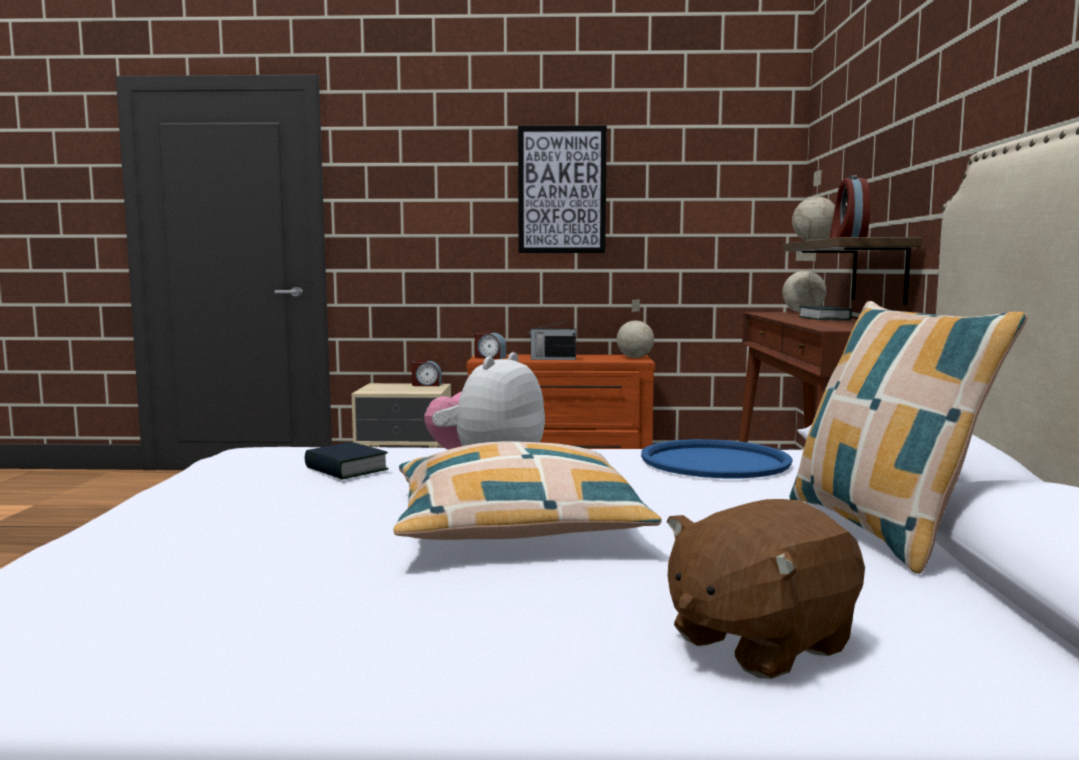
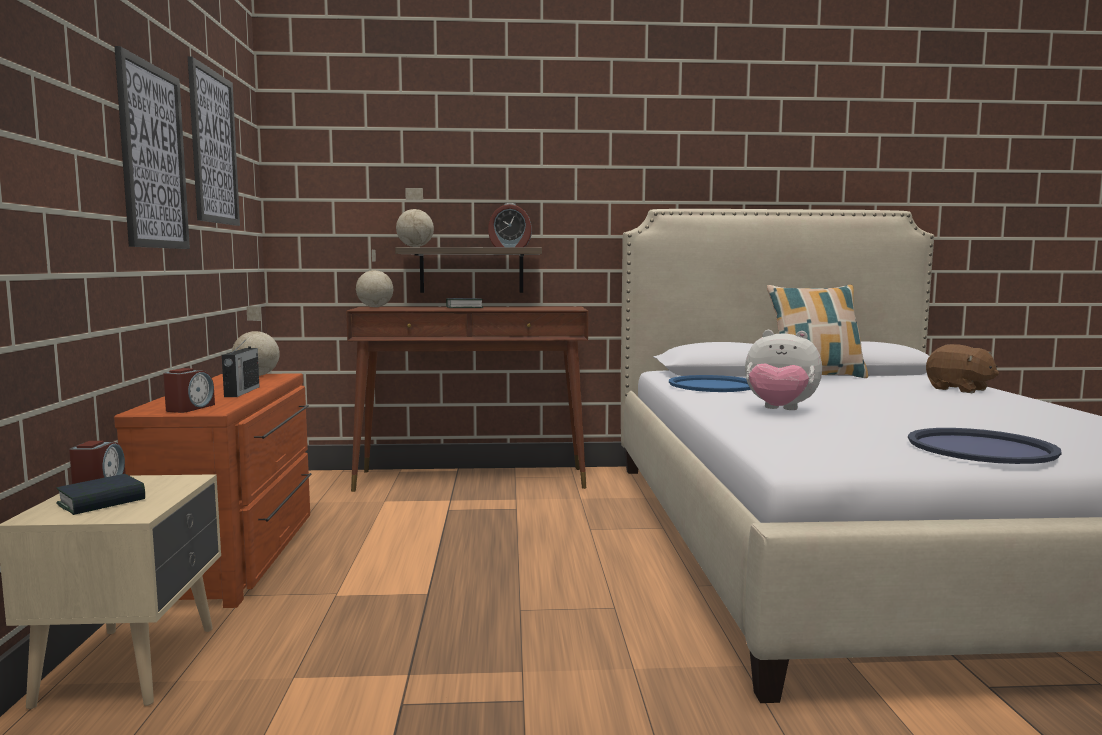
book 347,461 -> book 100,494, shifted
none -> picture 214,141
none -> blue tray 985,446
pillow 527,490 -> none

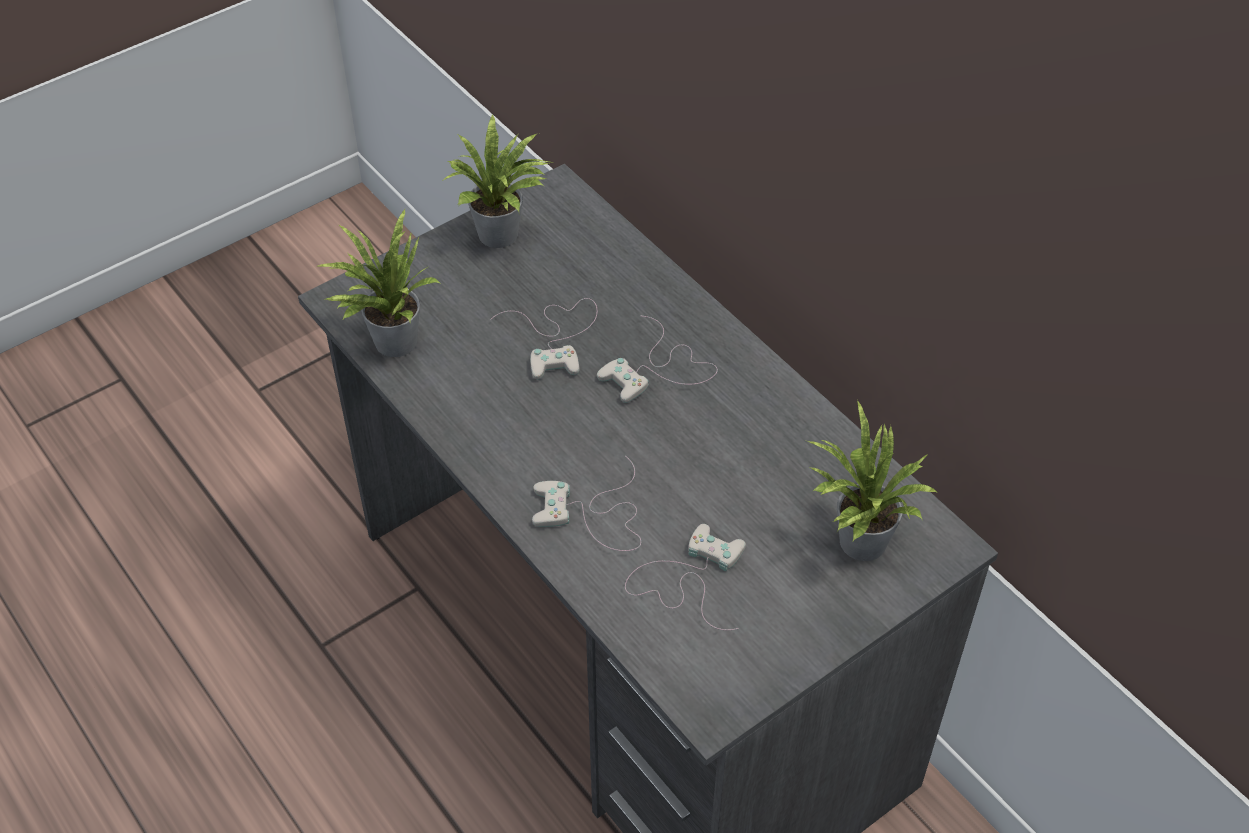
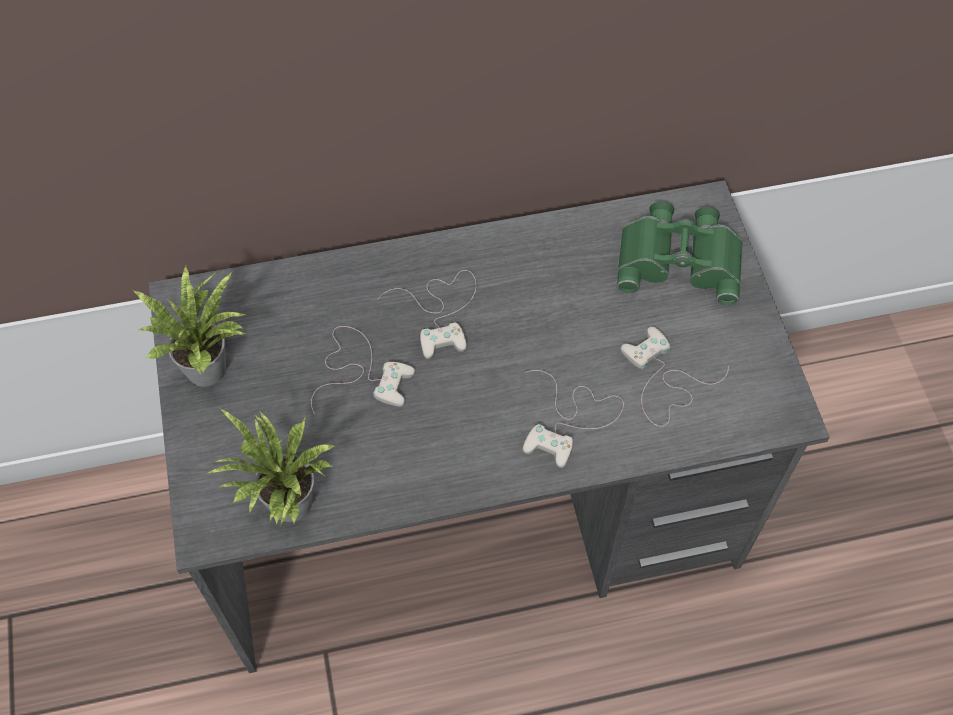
potted plant 873,480 -> green binoculars 680,254

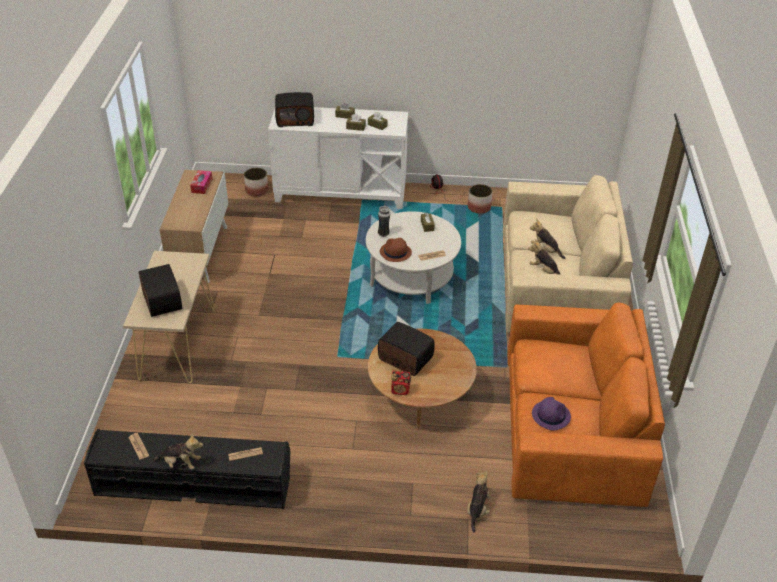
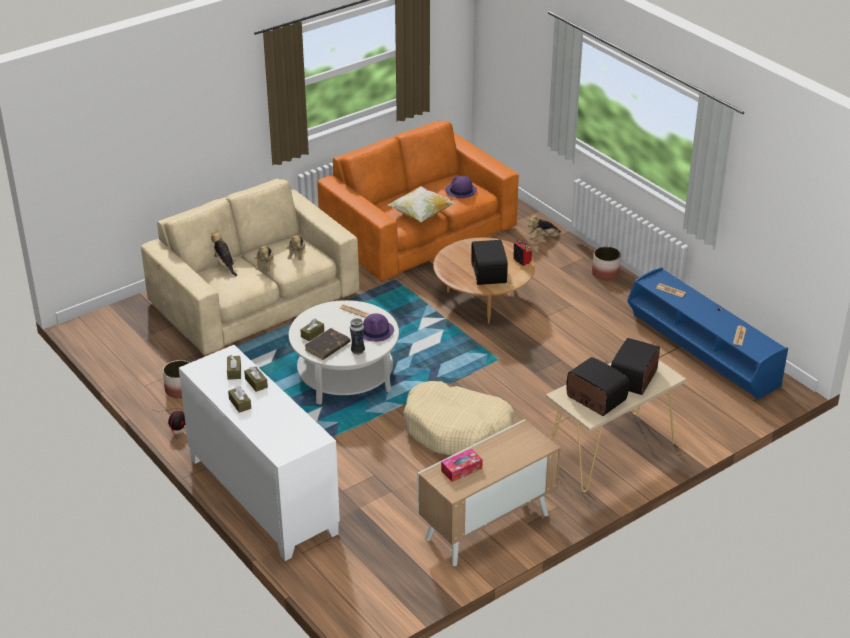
plush toy 178,451 -> plush toy 224,252, shifted
none -> brown book 327,344
brown hat 396,250 -> purple hat 378,327
none -> pillow 422,204
none -> beige dog bed 459,418
radio 294,109 -> radio 597,386, shifted
planter 256,182 -> planter 606,263, shifted
black tv stand 187,469 -> blue tv stand 708,334

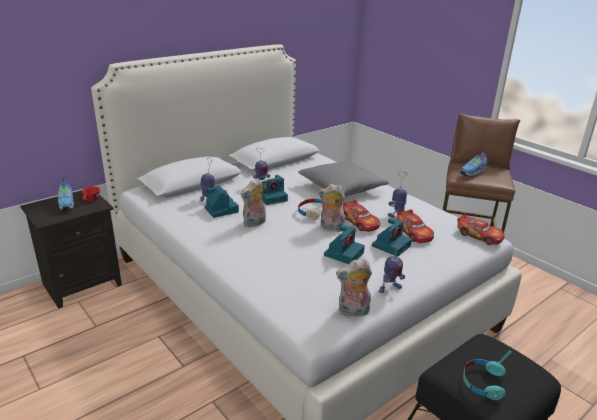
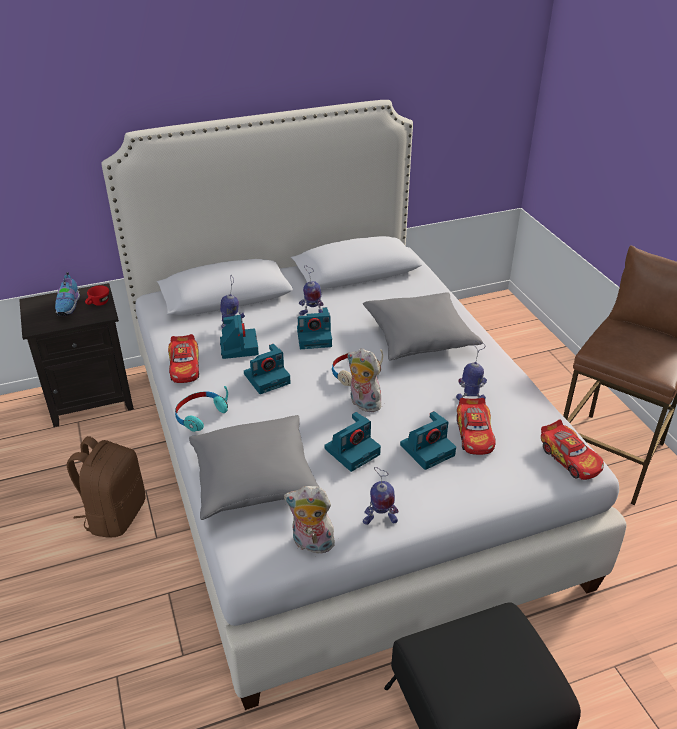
none -> brown backpack 106,487
toy car 361,216 -> toy car 183,358, shifted
turquoise headphones 487,375 -> turquoise headphones 201,409, shifted
none -> grey pillow 254,467
plush toy 253,202 -> photo camera 267,369
shoe 474,164 -> none

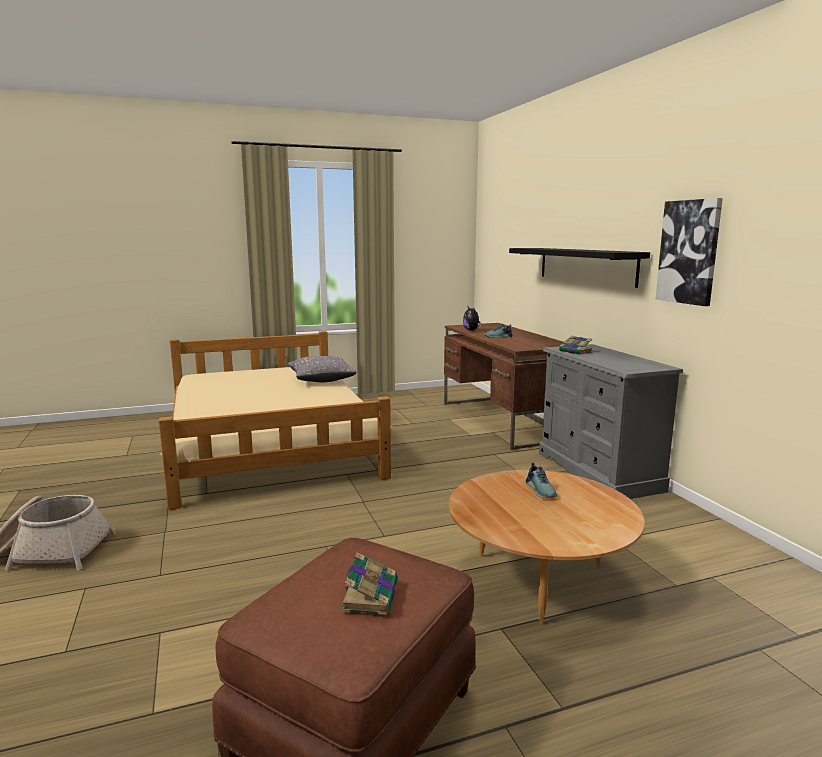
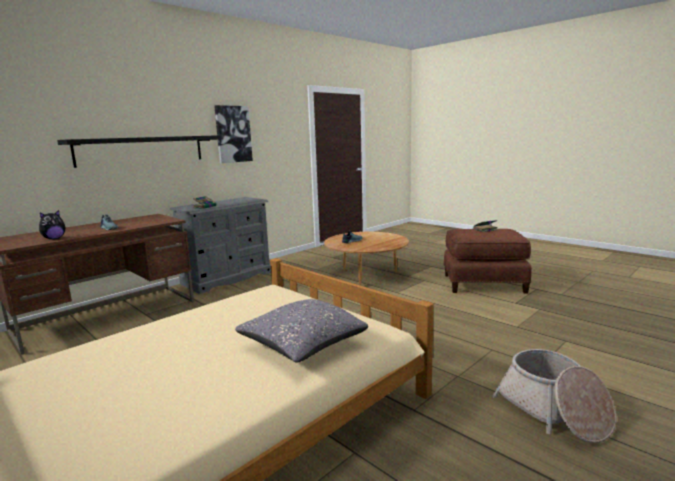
grey pillow 322,369 -> grey pillow 301,330, shifted

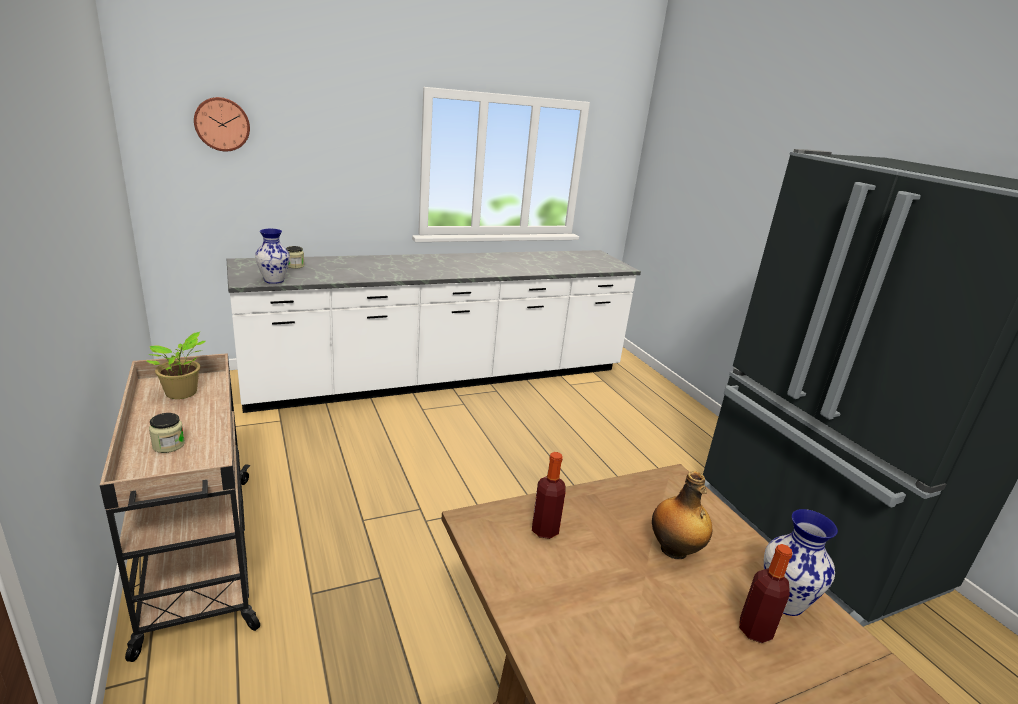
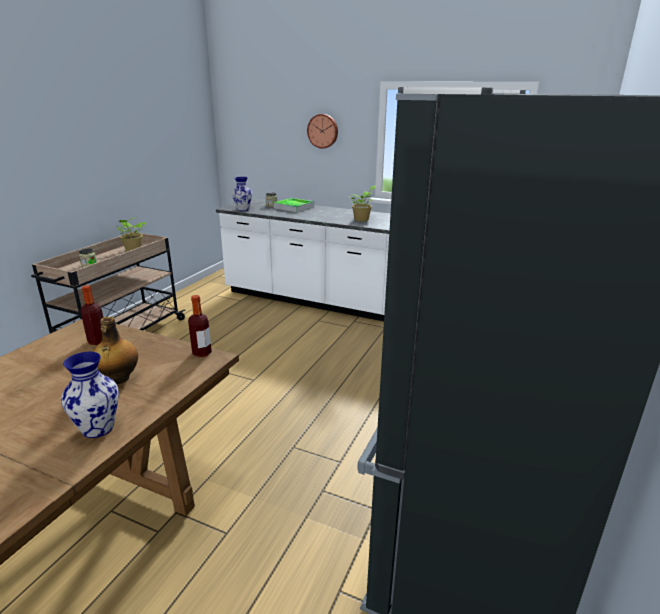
bottle 765,593 -> bottle 200,326, shifted
none -> tray 293,205
wall clock 222,124 -> wall clock 322,131, shifted
none -> potted plant 363,203

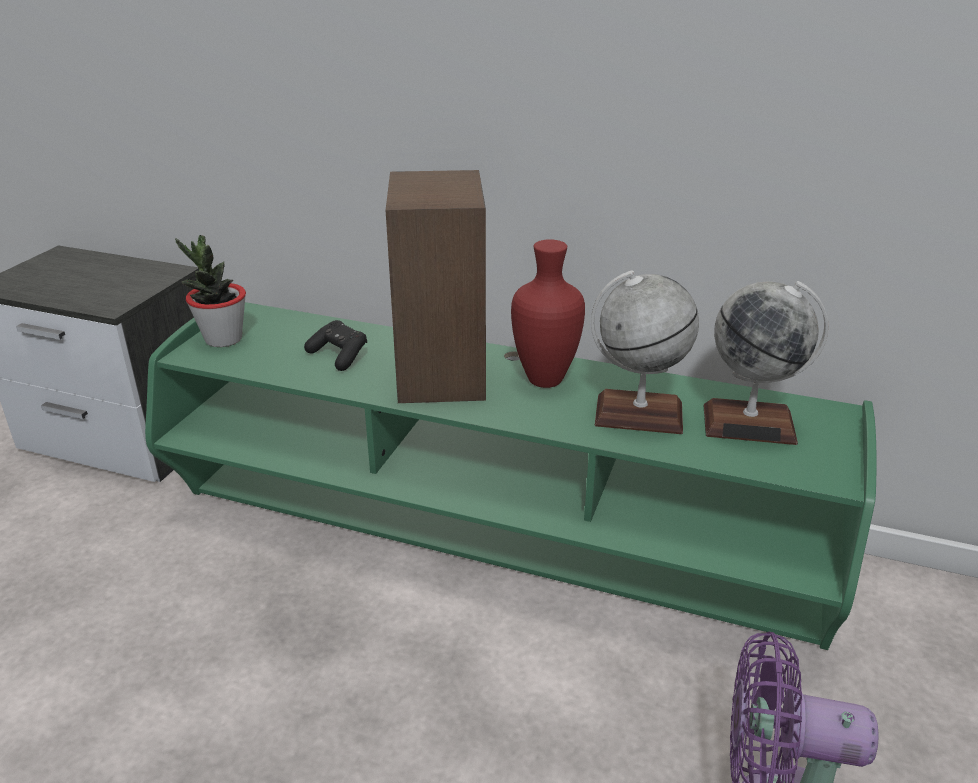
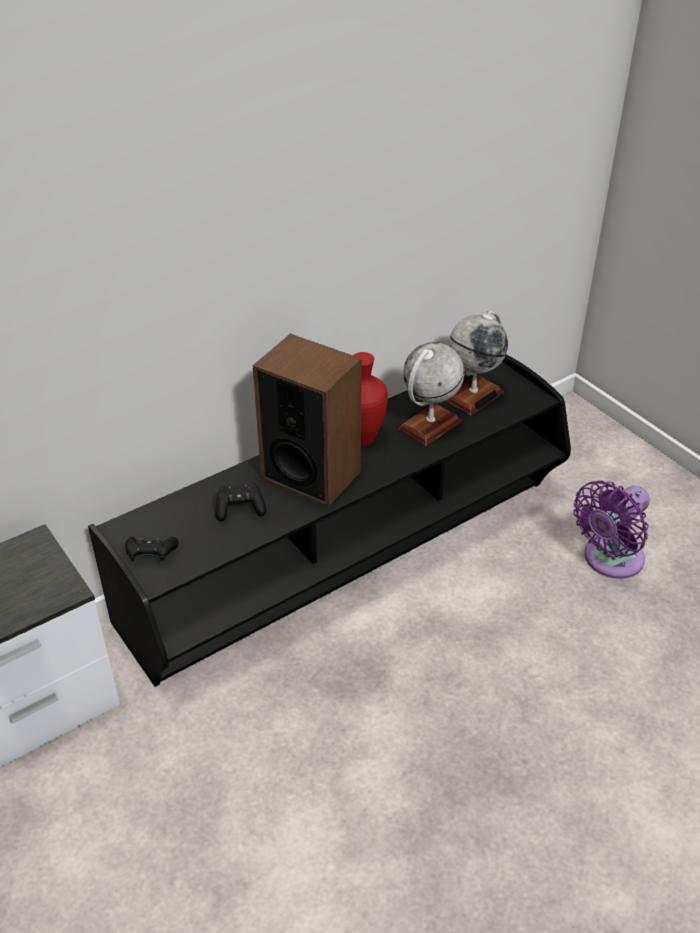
green tv stand 511,476 -> black tv stand 329,521
potted plant 210,291 -> black game controller 152,549

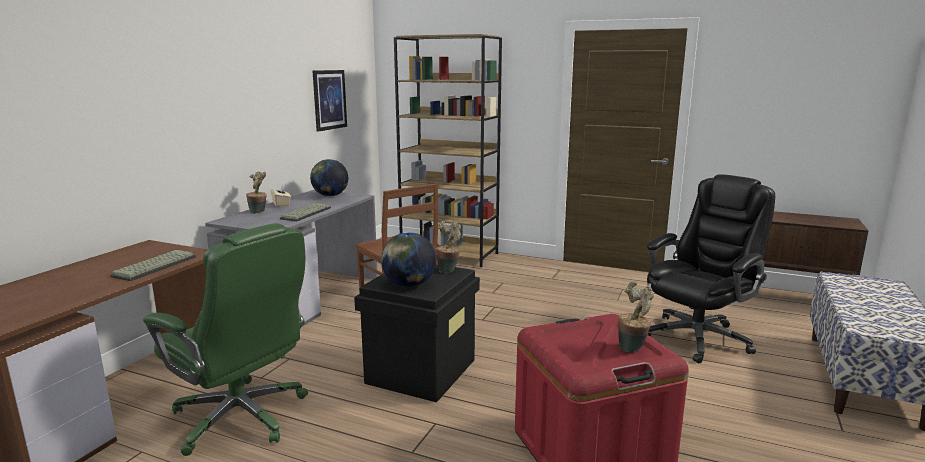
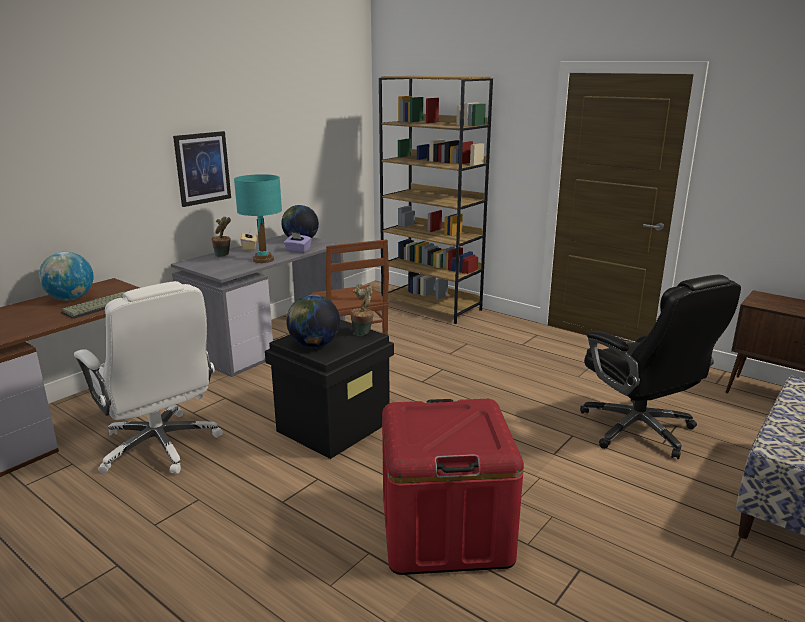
none -> globe 66,276
green office chair 225,339 -> white office chair 148,377
picture 330,101 -> picture 202,169, shifted
keyboard 305,212 -> turquoise table lamp 258,218
none -> purple tissue box 298,242
black office chair 711,269 -> black office chair 660,367, 90 degrees clockwise
potted plant 636,317 -> none

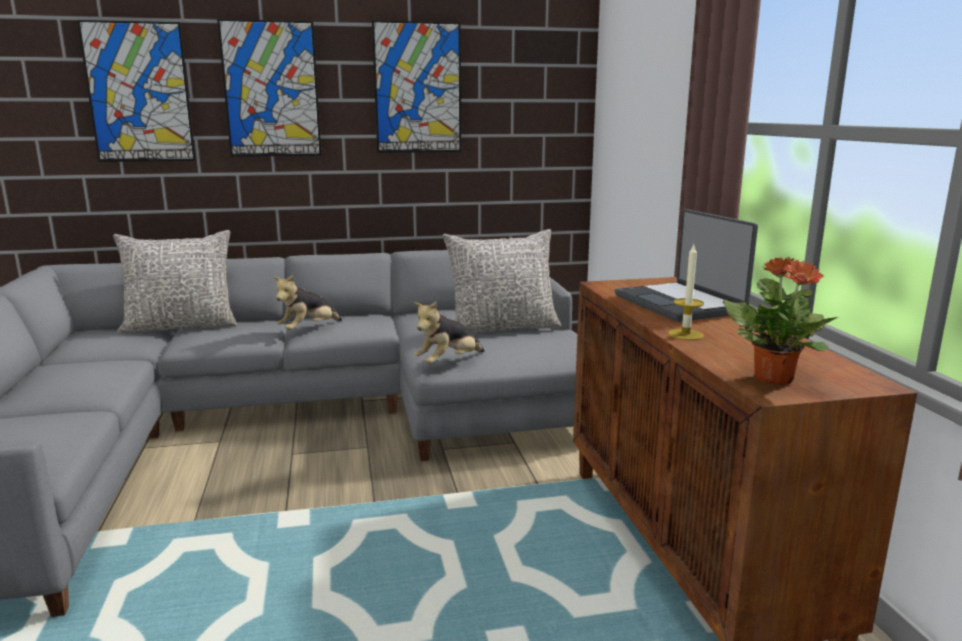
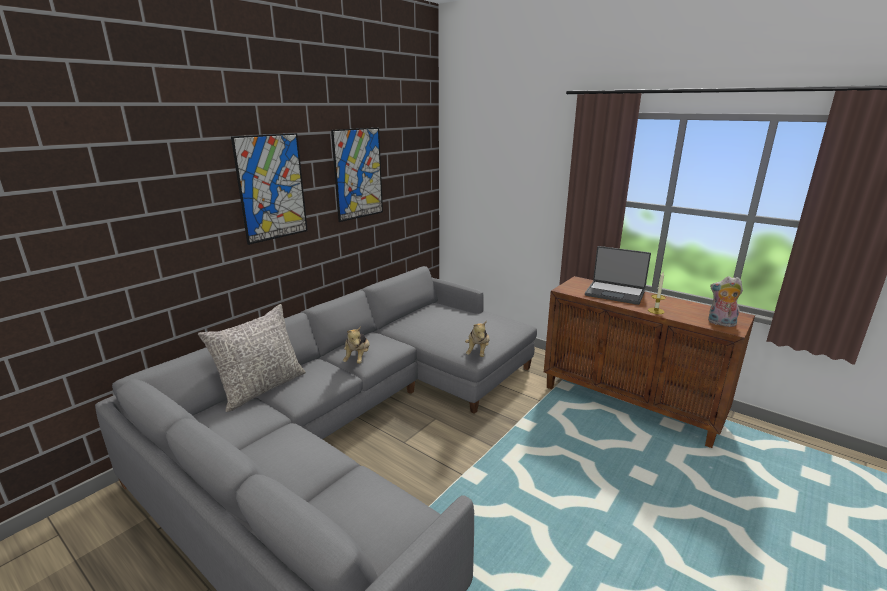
potted plant 780,320 -> plush toy 725,301
picture 136,91 -> none
grey pillow 502,281 -> none

